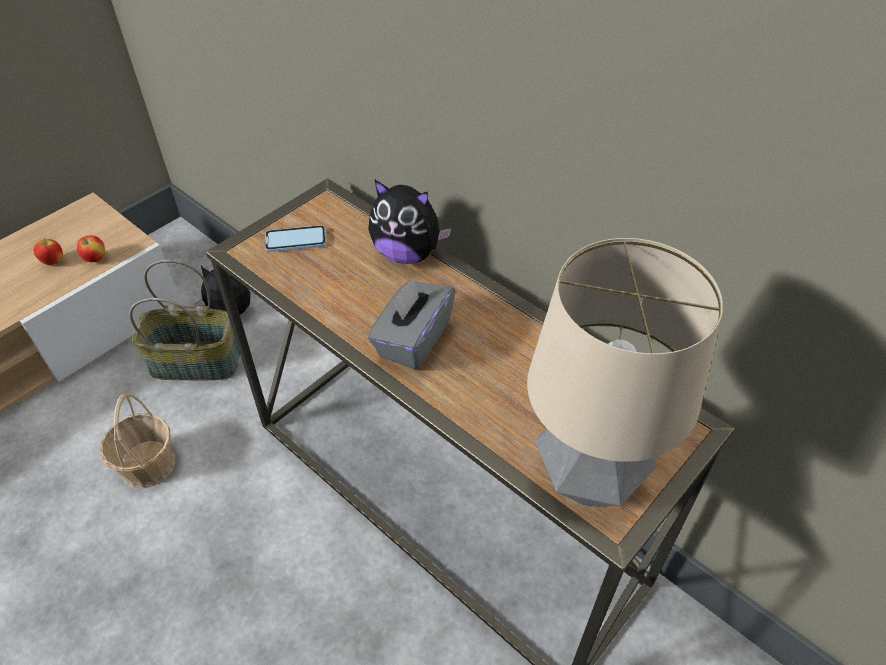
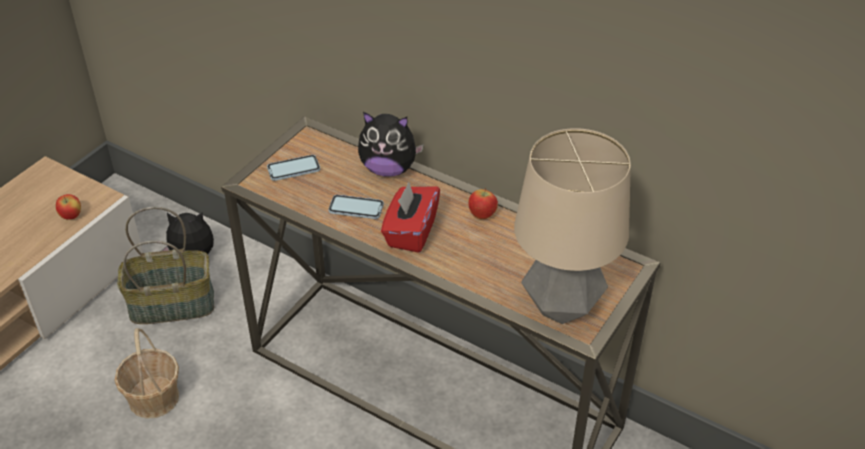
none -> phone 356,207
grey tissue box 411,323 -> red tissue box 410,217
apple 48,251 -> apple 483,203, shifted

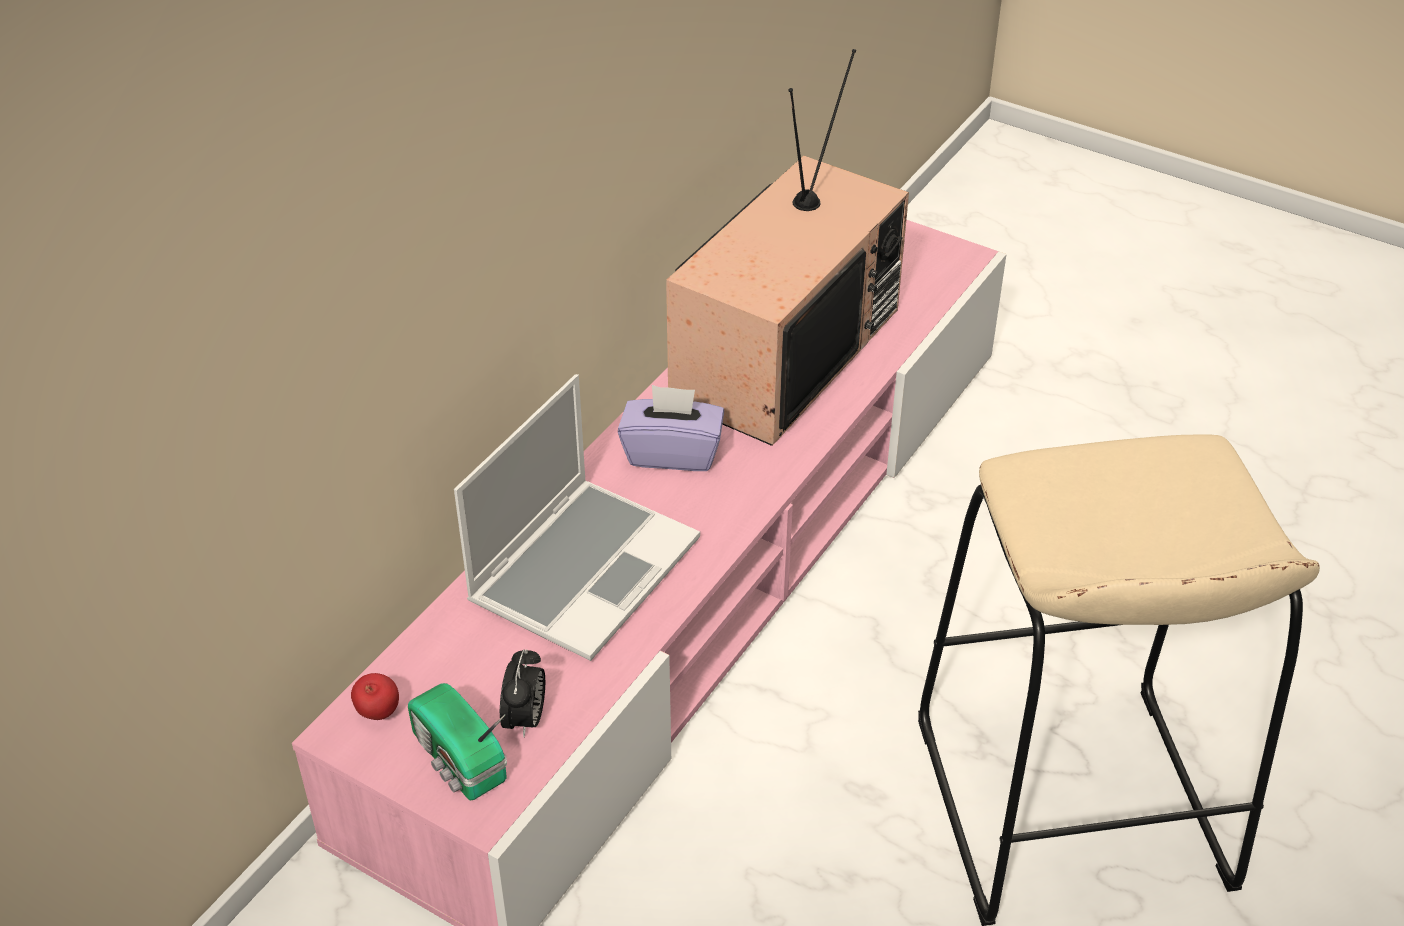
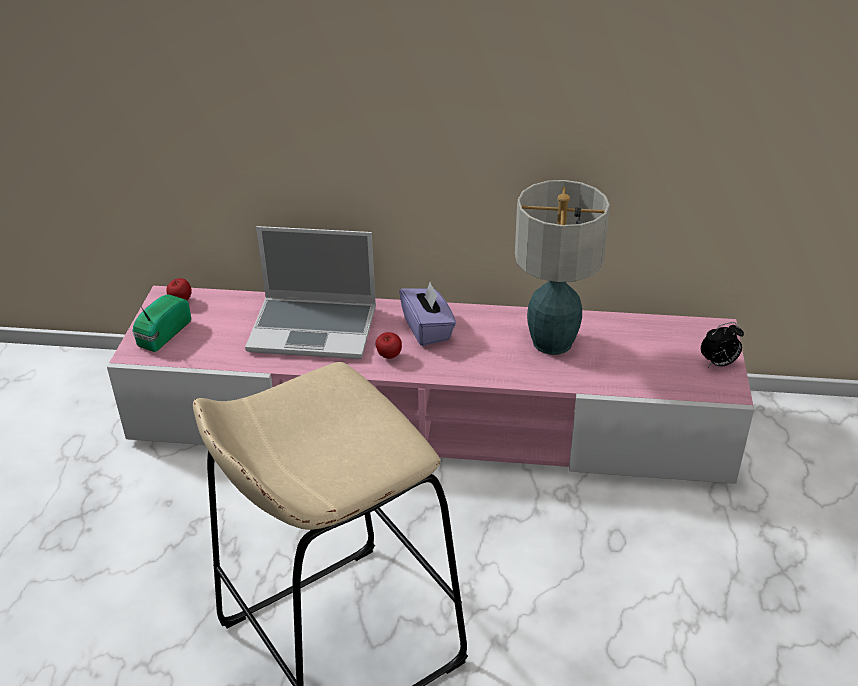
none -> apple 388,345
television 787,247 -> table lamp 562,267
alarm clock 522,694 -> alarm clock 722,345, shifted

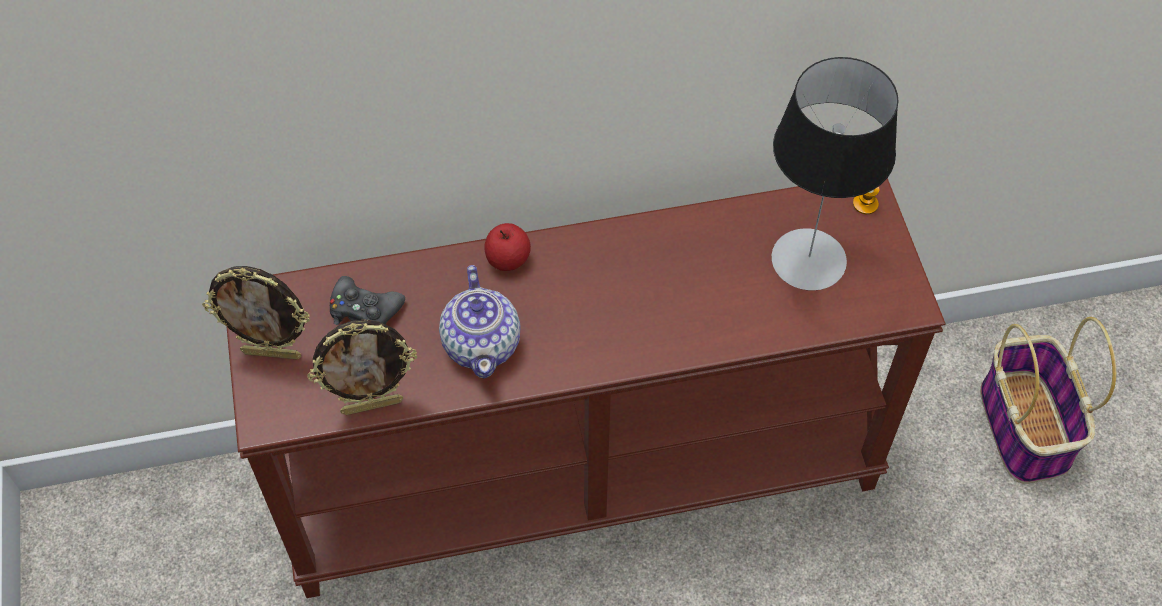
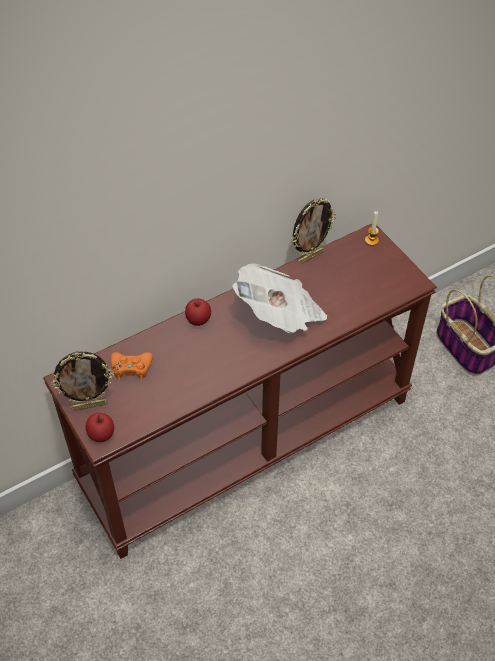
none -> apple 99,427
black game controller 367,300 -> orange game controller 132,366
none -> newspaper 279,298
picture frame 362,367 -> picture frame 313,231, shifted
teapot 479,322 -> none
table lamp 835,174 -> none

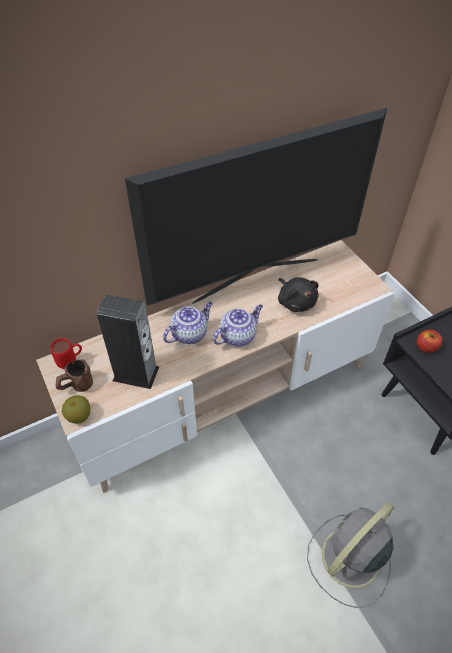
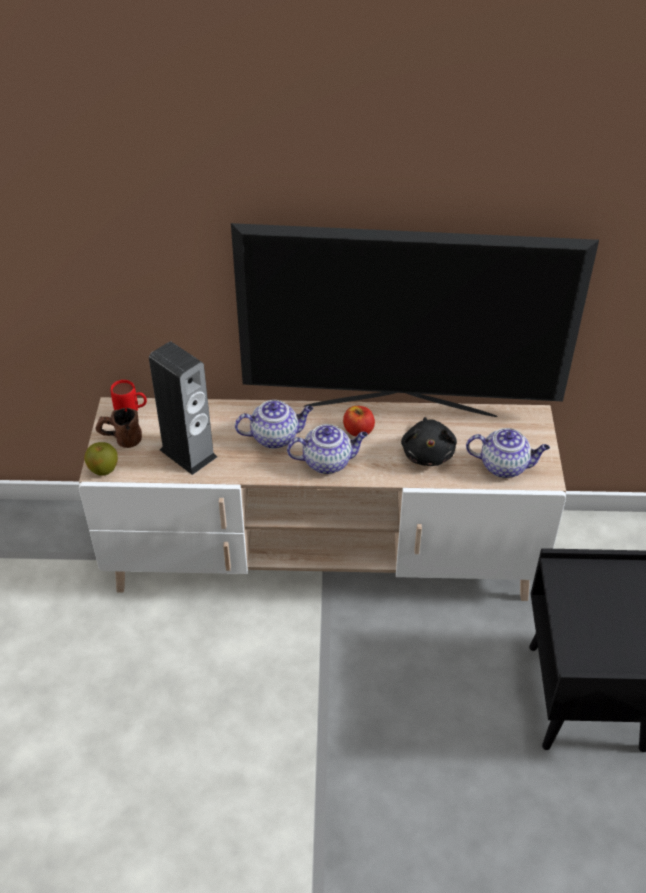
apple 429,341 -> apple 359,421, shifted
none -> teapot 508,453
grey fan 350,555 -> none

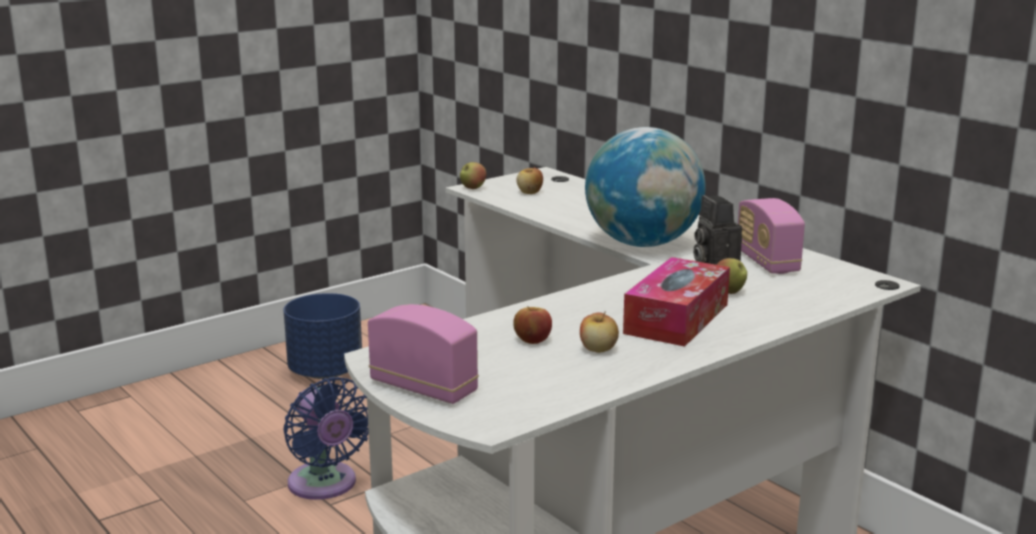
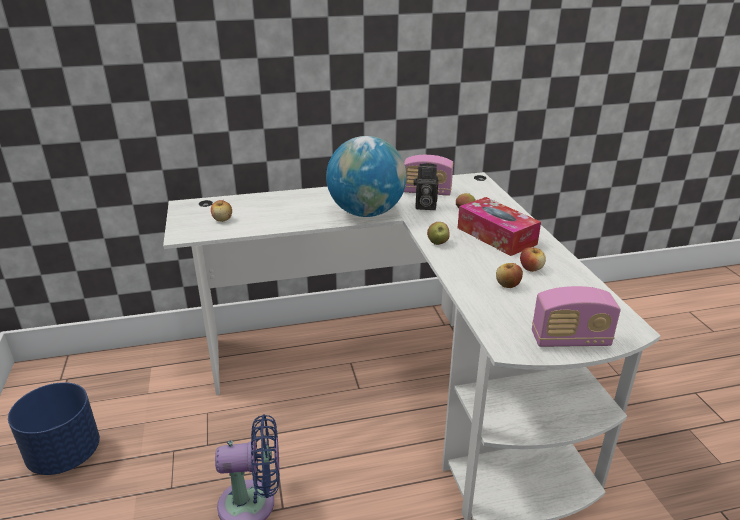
apple 473,175 -> apple 438,233, shifted
radio 423,354 -> radio 576,316, 150 degrees counterclockwise

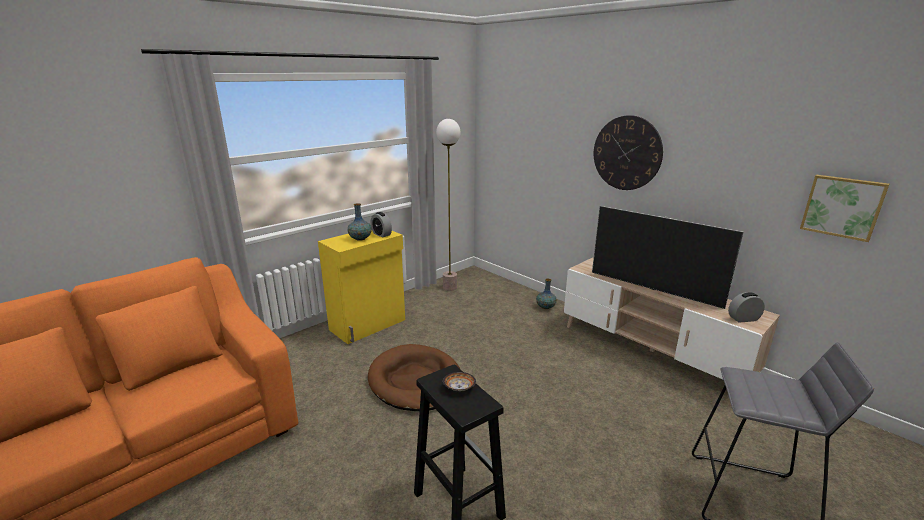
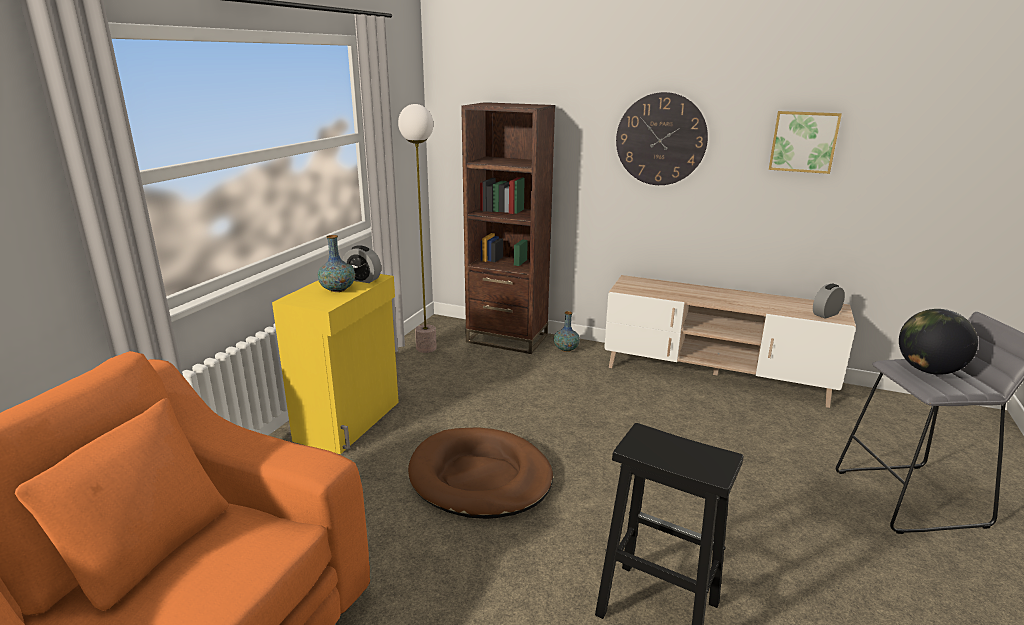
none -> brown bookcase 508,228
picture 844,208 -> picture 805,142, shifted
none -> globe 938,342
bowl 459,381 -> none
television 668,257 -> none

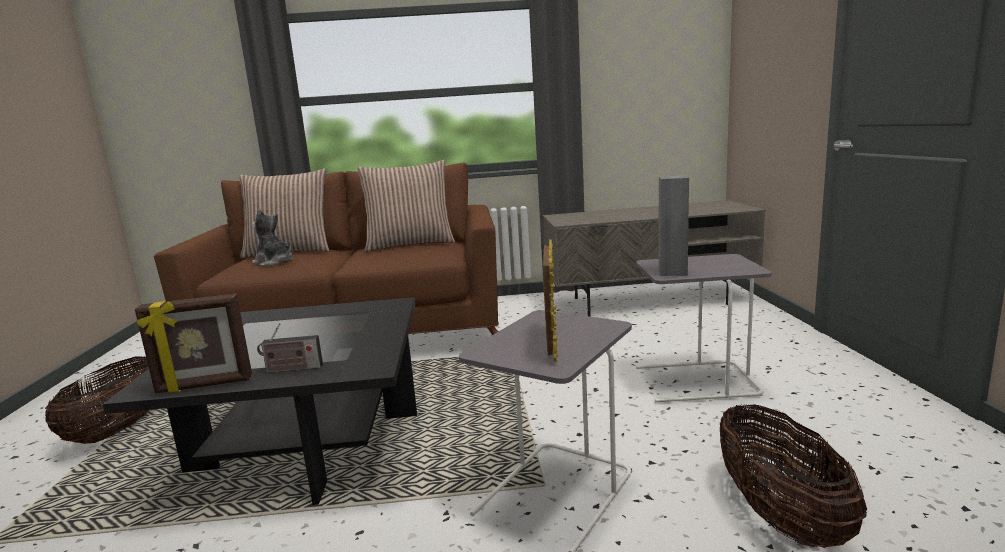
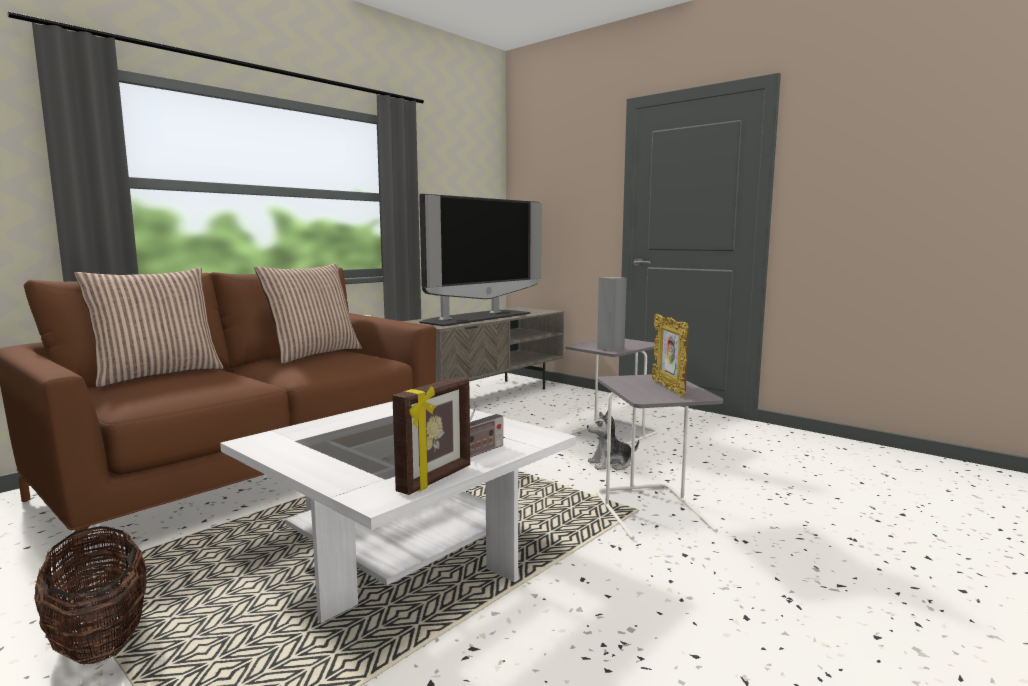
black coffee table 259,401 -> white coffee table 398,512
none -> television 480,260
plush toy 272,237 -> plush toy 613,440, shifted
picture frame 550,301 -> picture frame 670,355, 150 degrees counterclockwise
basket 793,475 -> none

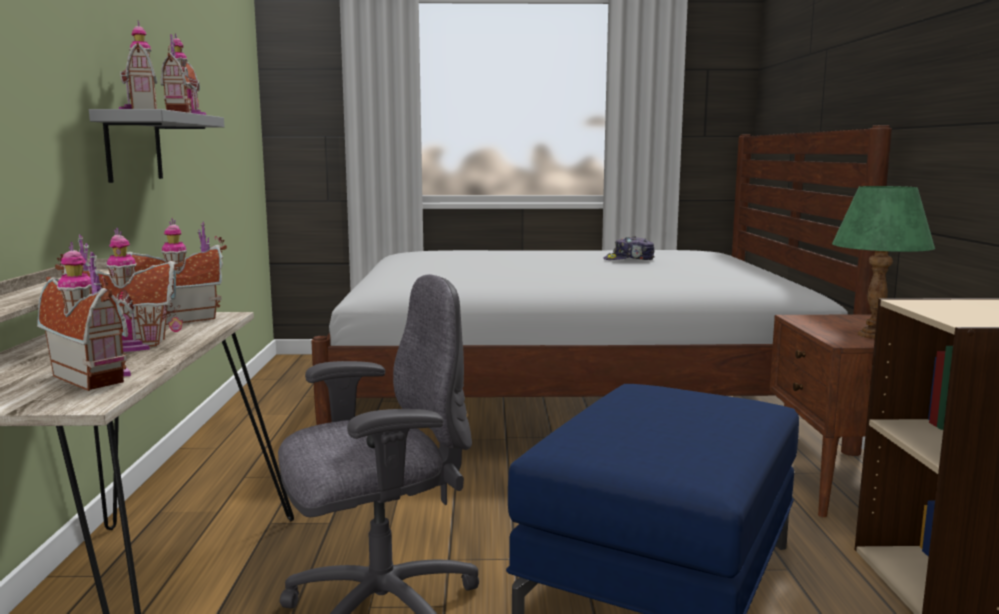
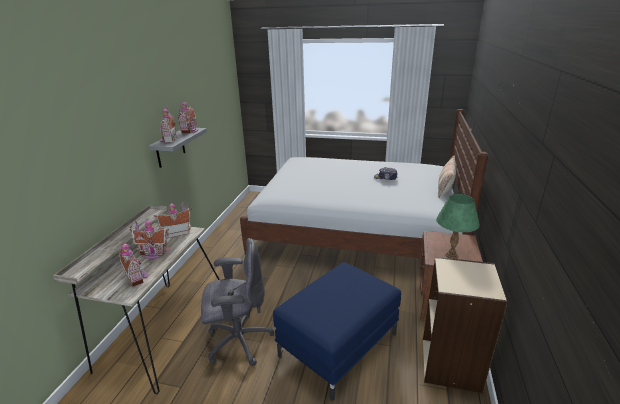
none -> pillow 447,176

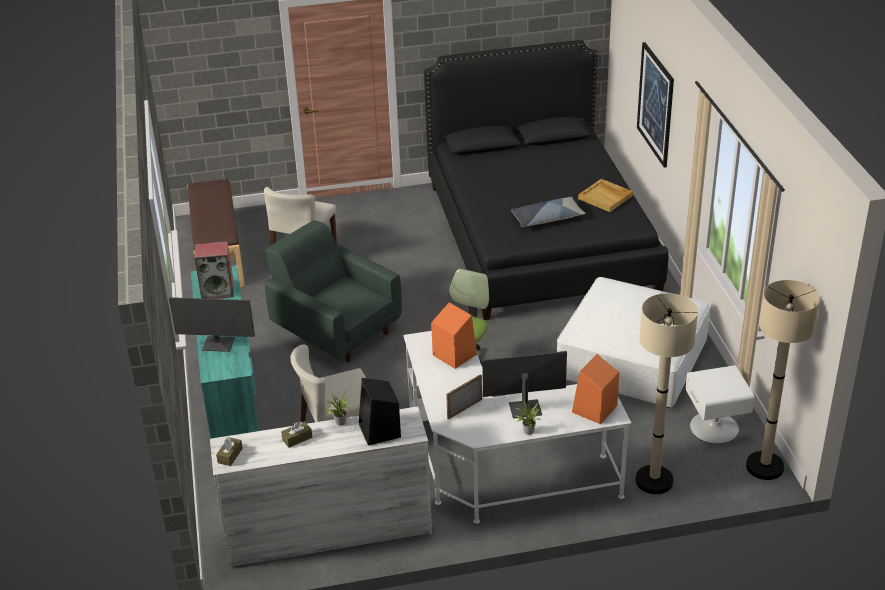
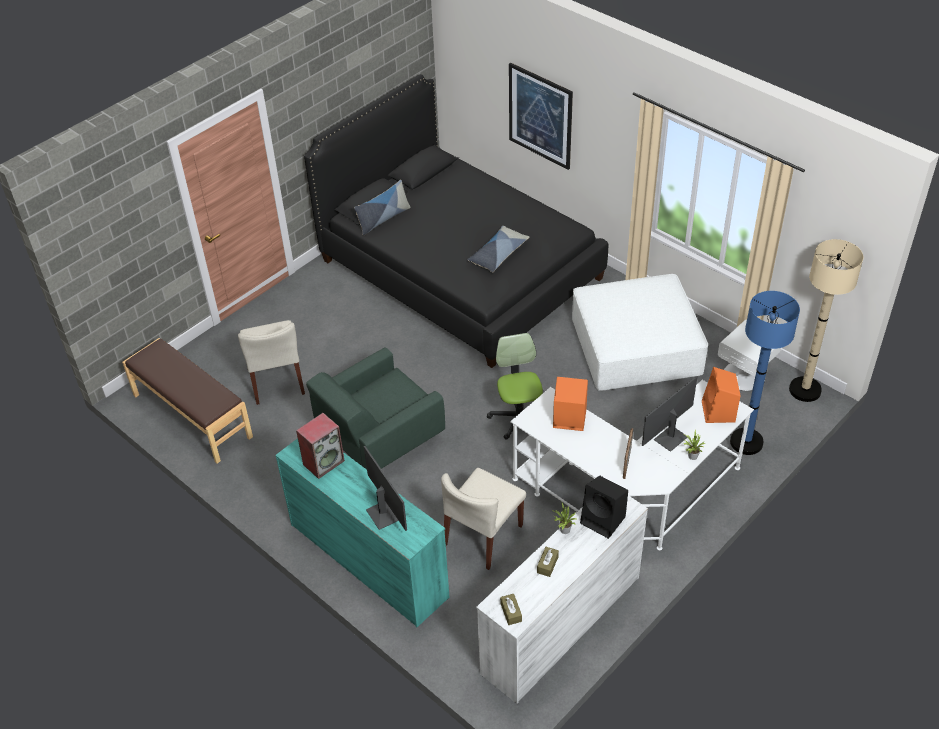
green armchair 333,291 -> green armchair 375,408, 45 degrees counterclockwise
none -> pillow 382,207
monitor 212,324 -> monitor 385,488, 90 degrees counterclockwise
beige floor lamp 666,393 -> blue floor lamp 765,373
beige tray 605,195 -> none

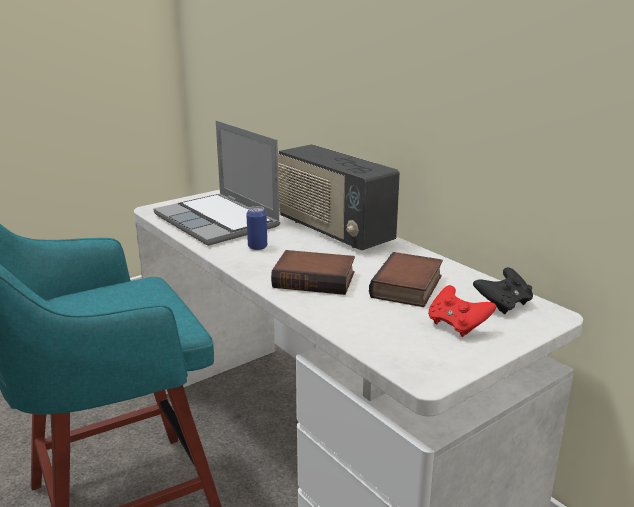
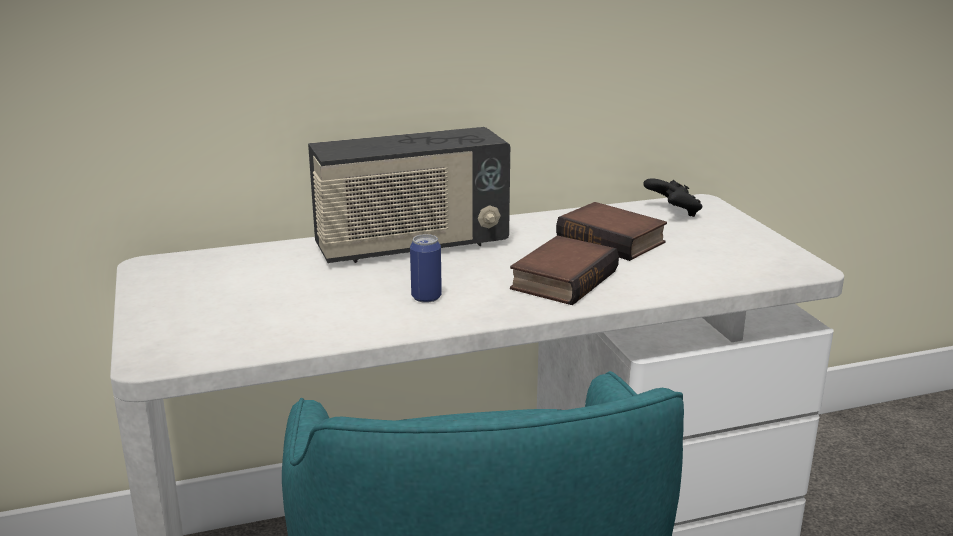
laptop 217,183 -> none
red game controller 462,311 -> none

